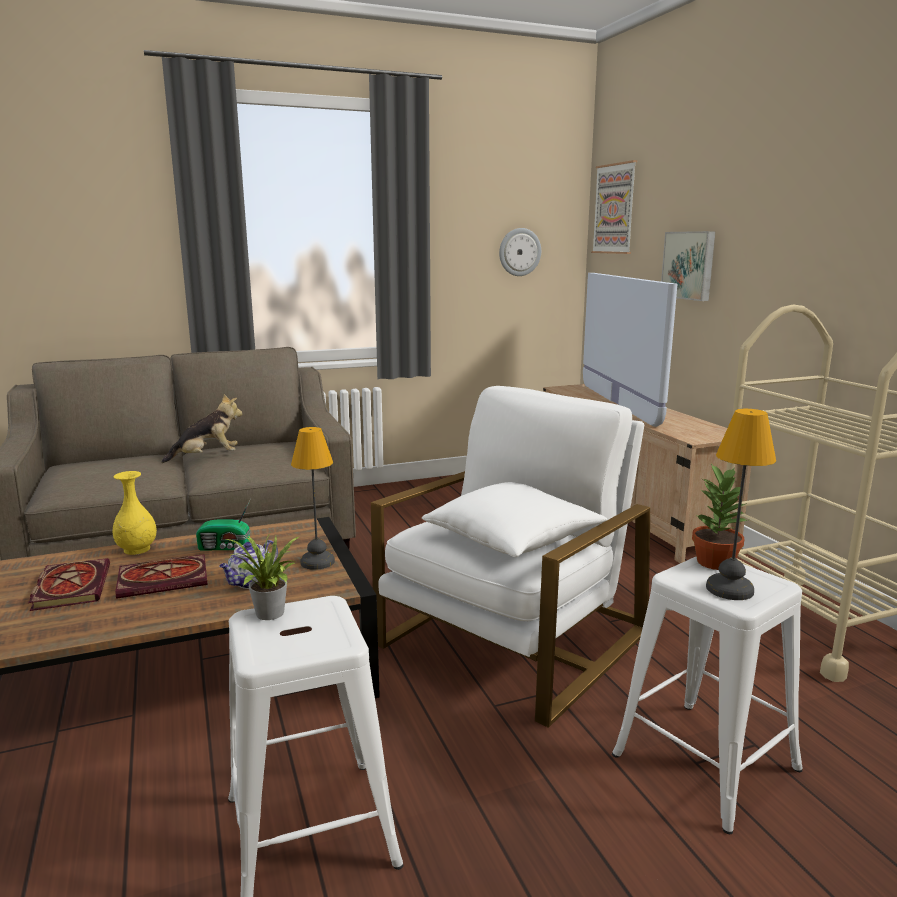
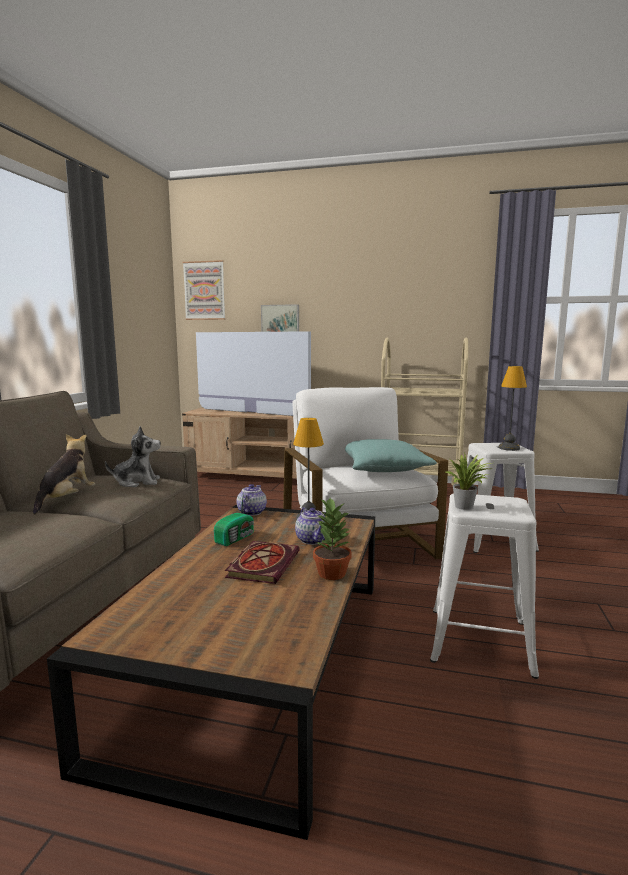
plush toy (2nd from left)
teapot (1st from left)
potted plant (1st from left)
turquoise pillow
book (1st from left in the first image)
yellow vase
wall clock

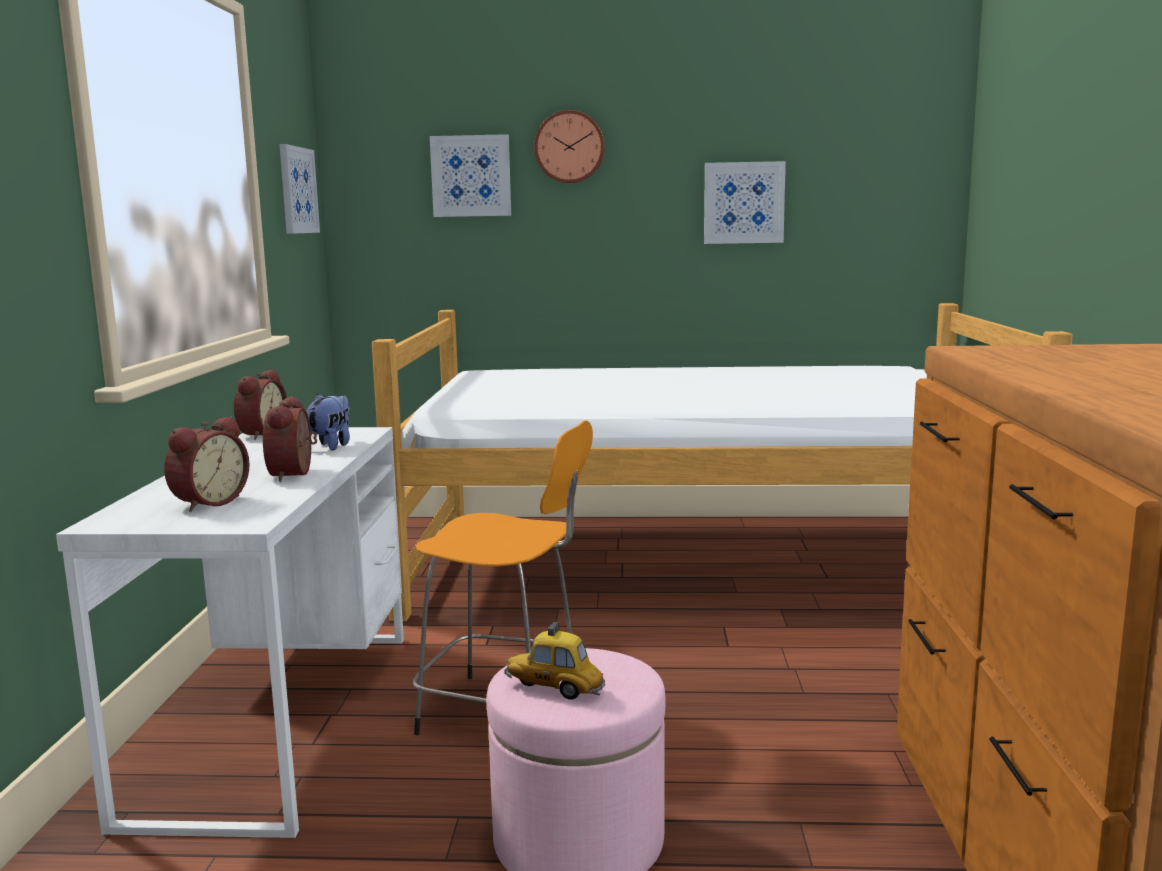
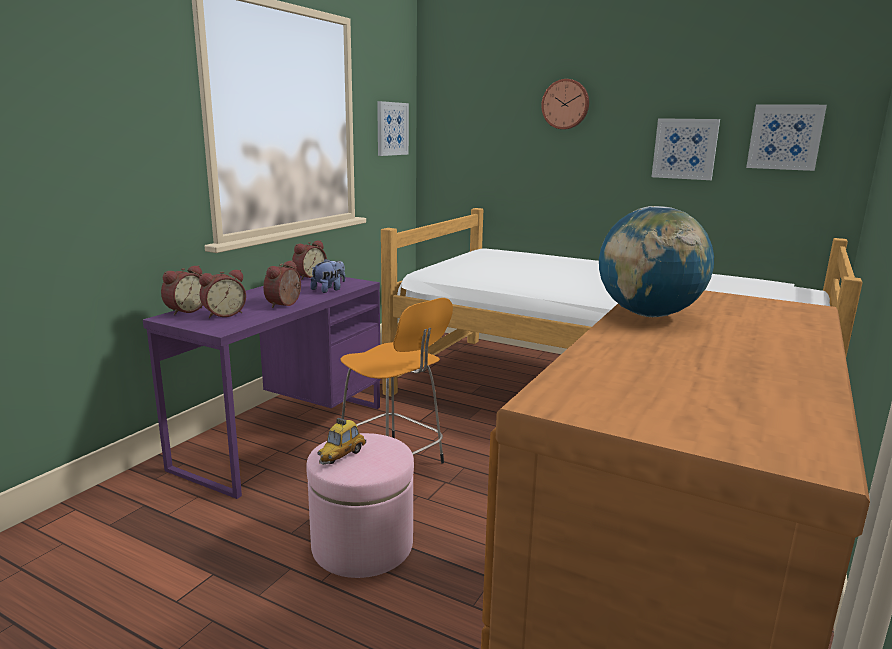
purple desk
alarm clock (1st from left)
toy car
globe
picture (3rd from left)

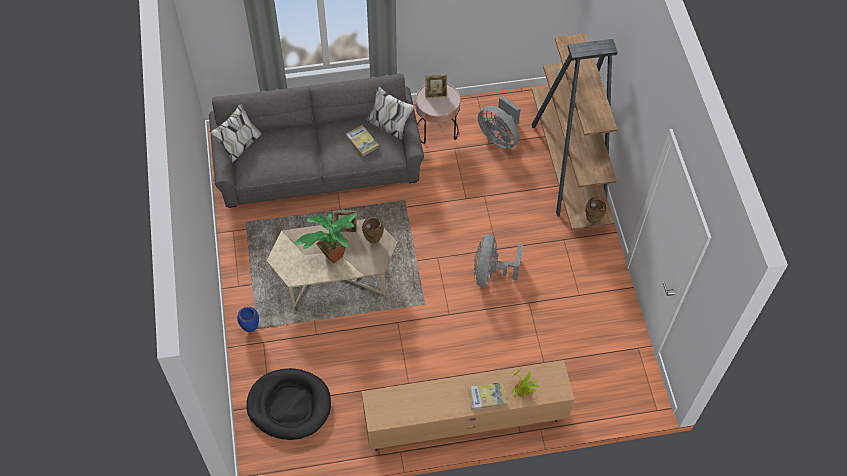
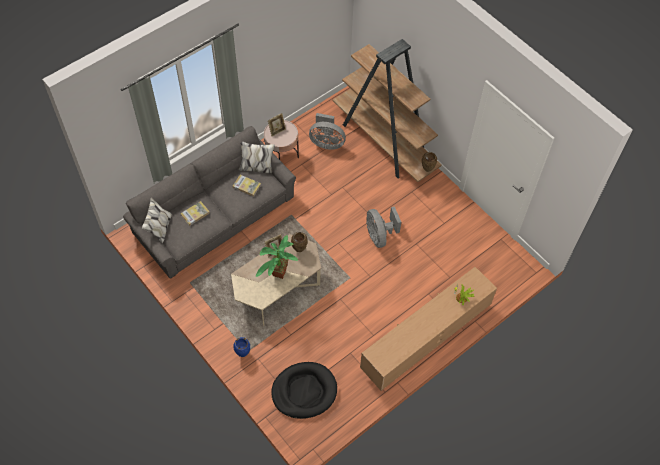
book (1st from left)

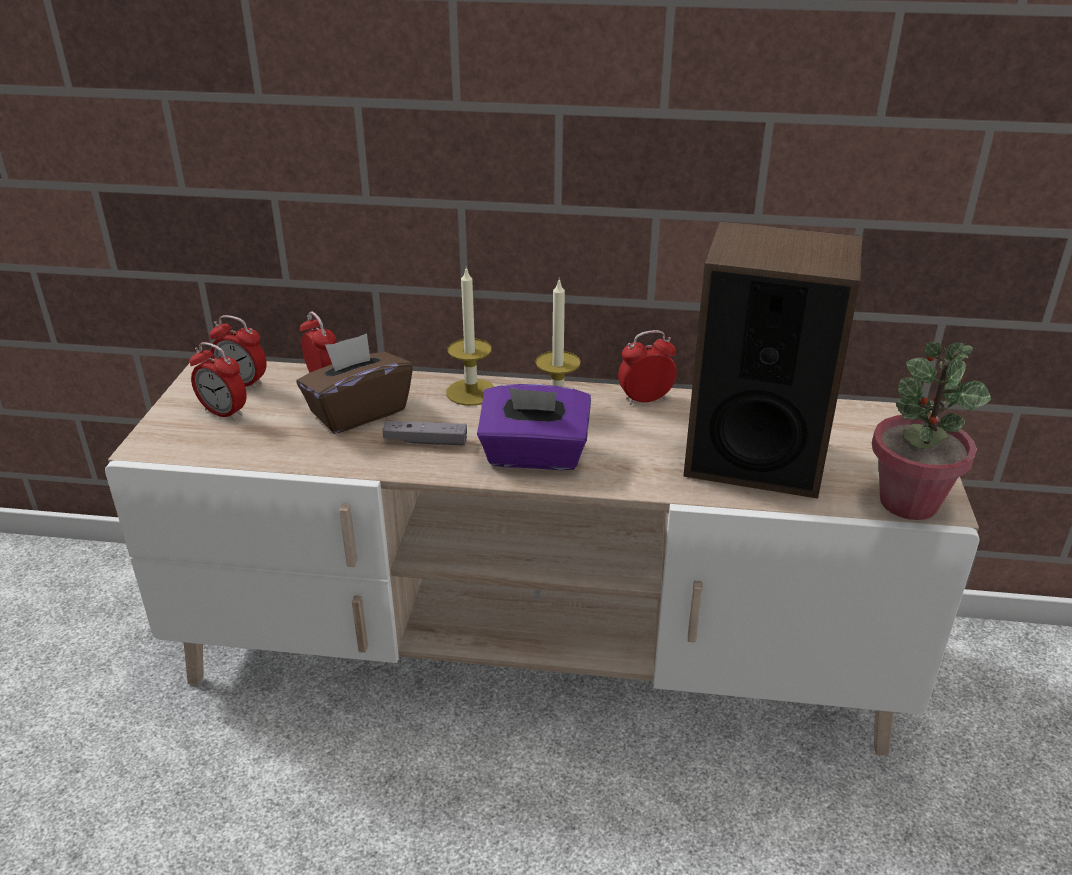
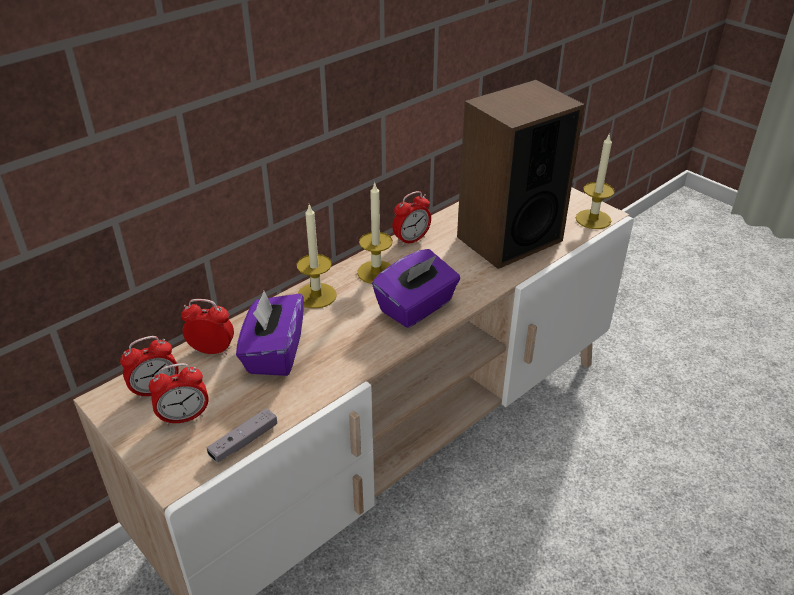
grey game controller
purple tissue box (1st from left)
alarm clock (4th from left)
candle (3rd from left)

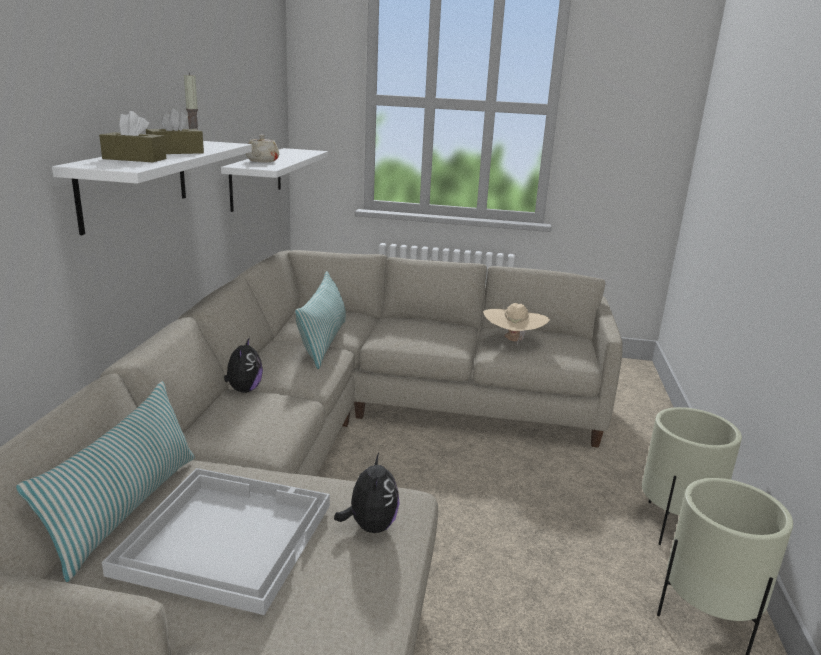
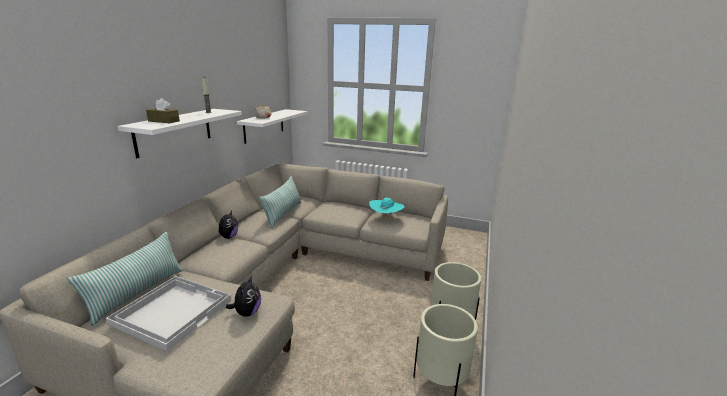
turquoise hat
brown tissue box (2nd from left in the first image)

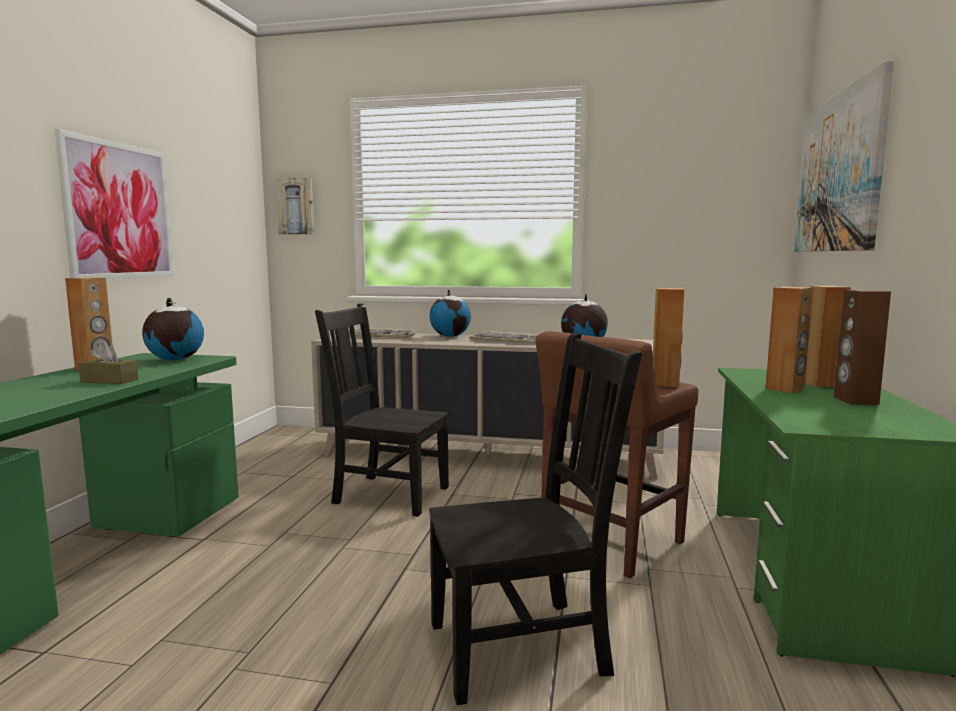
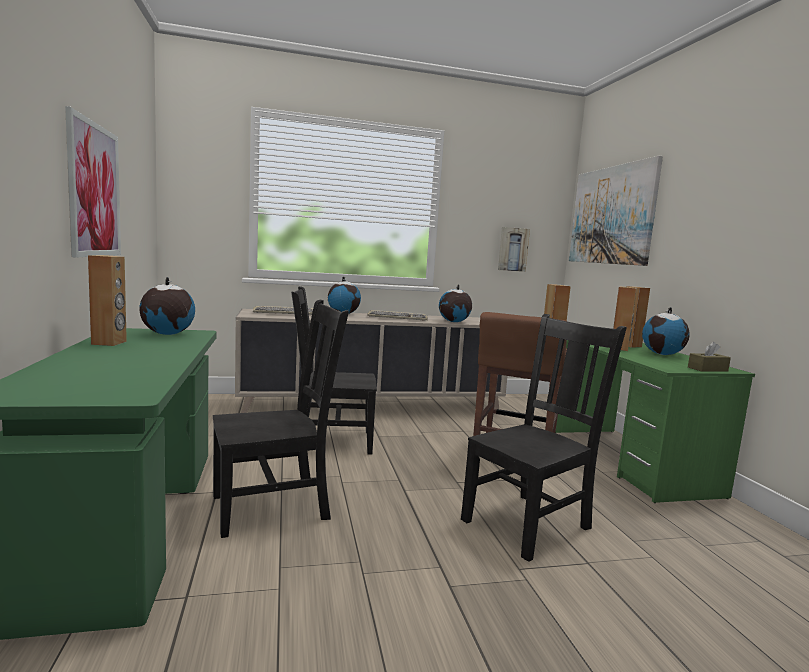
black chair (1st from left)
picture (2nd from left)
globe (4th from left)
brown tissue box

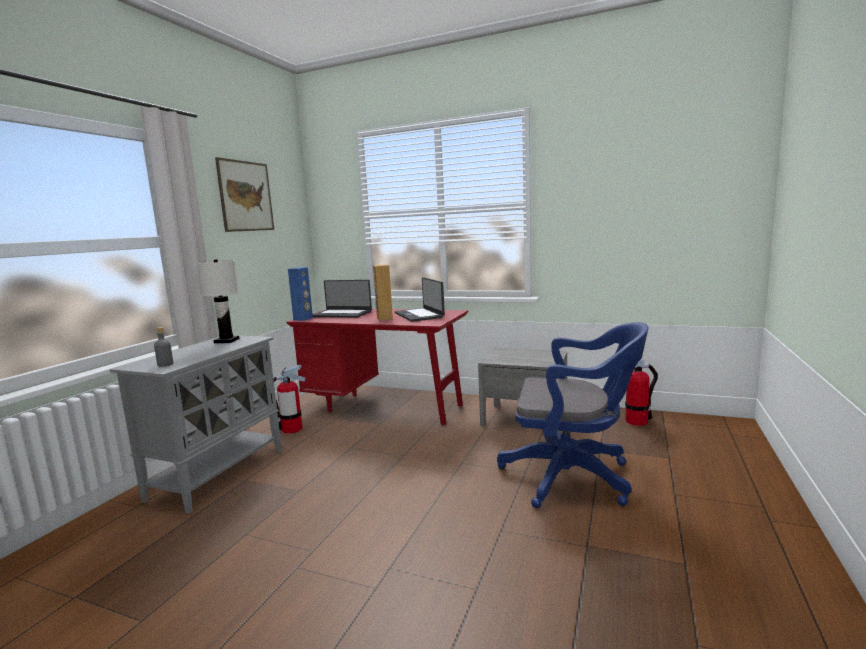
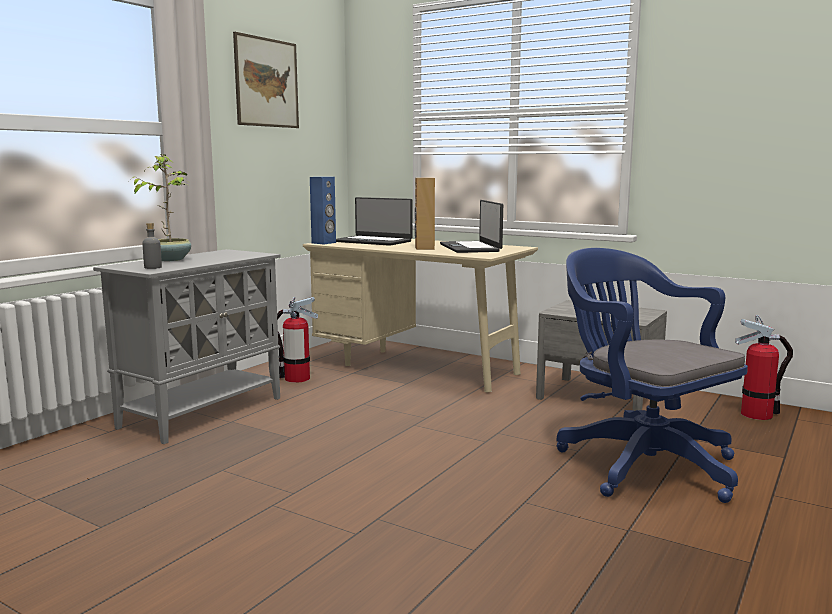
potted plant
beige desk
blue office chair
white table lamp

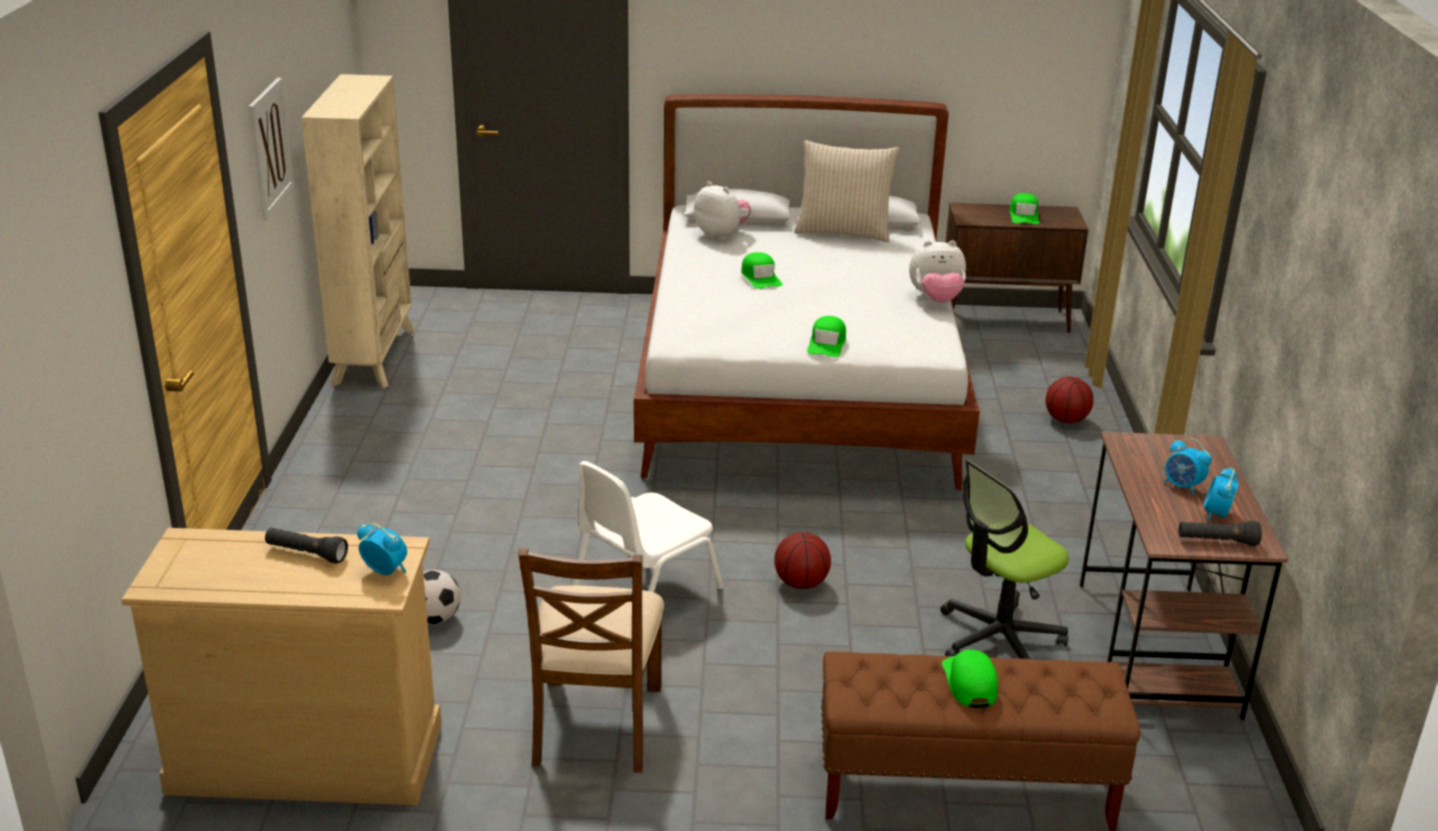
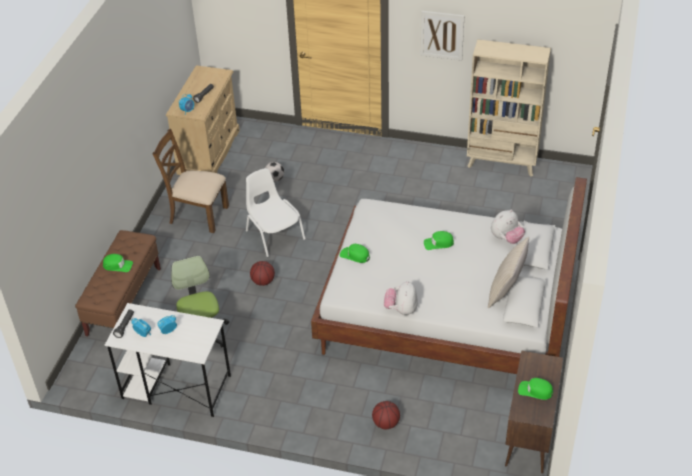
white desk

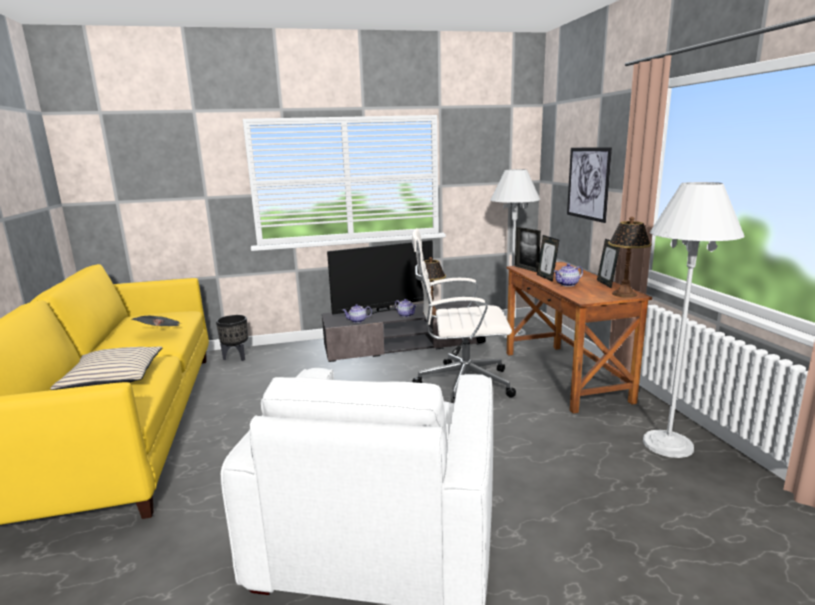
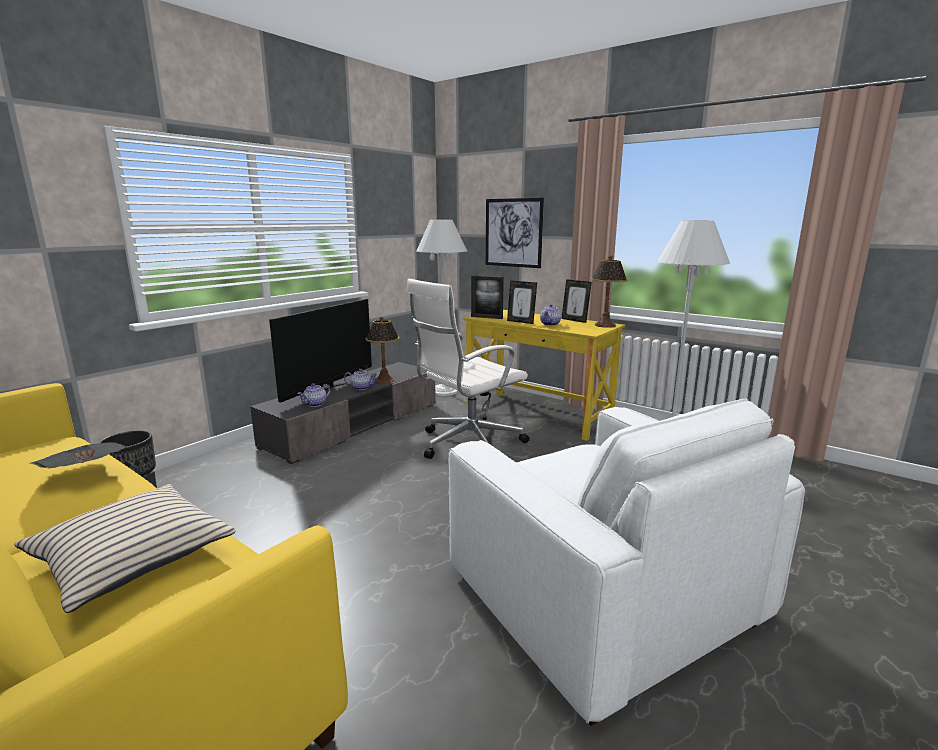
yellow desk

